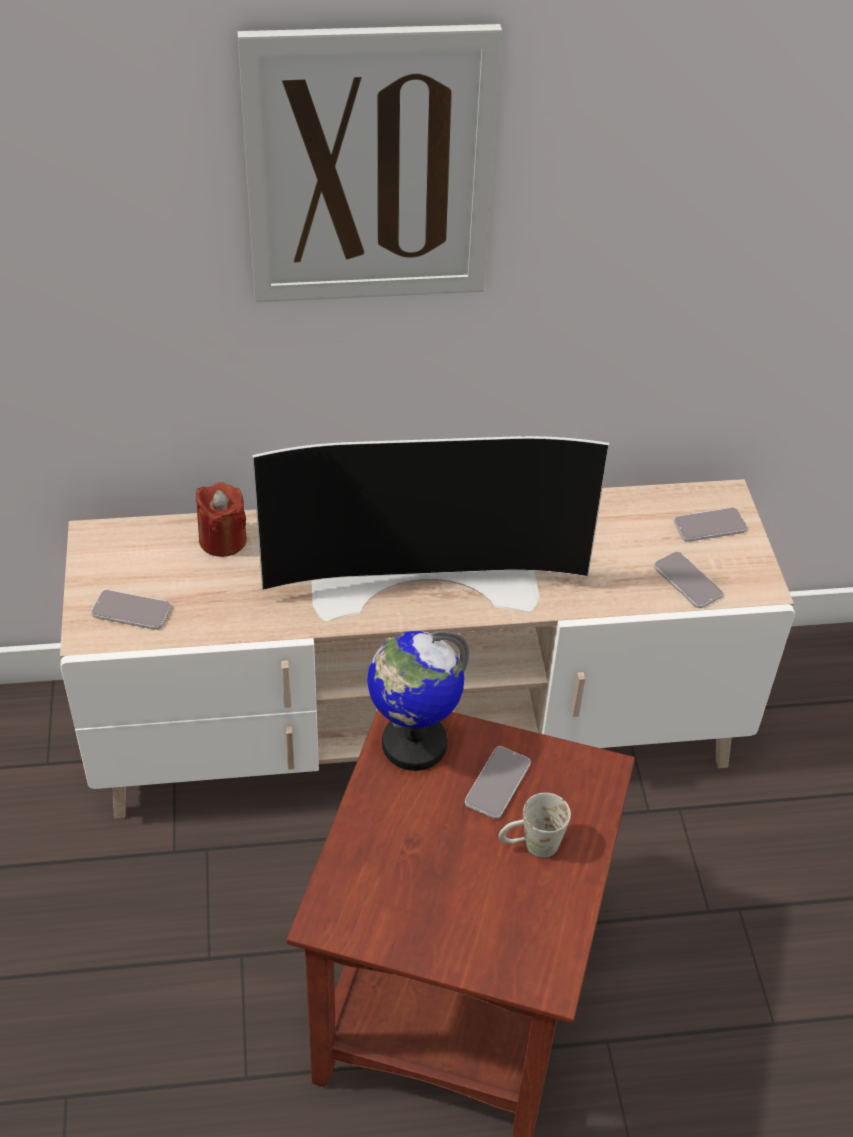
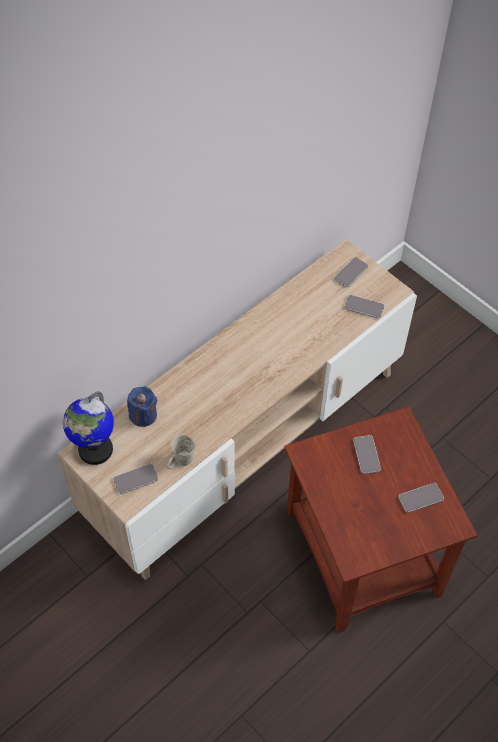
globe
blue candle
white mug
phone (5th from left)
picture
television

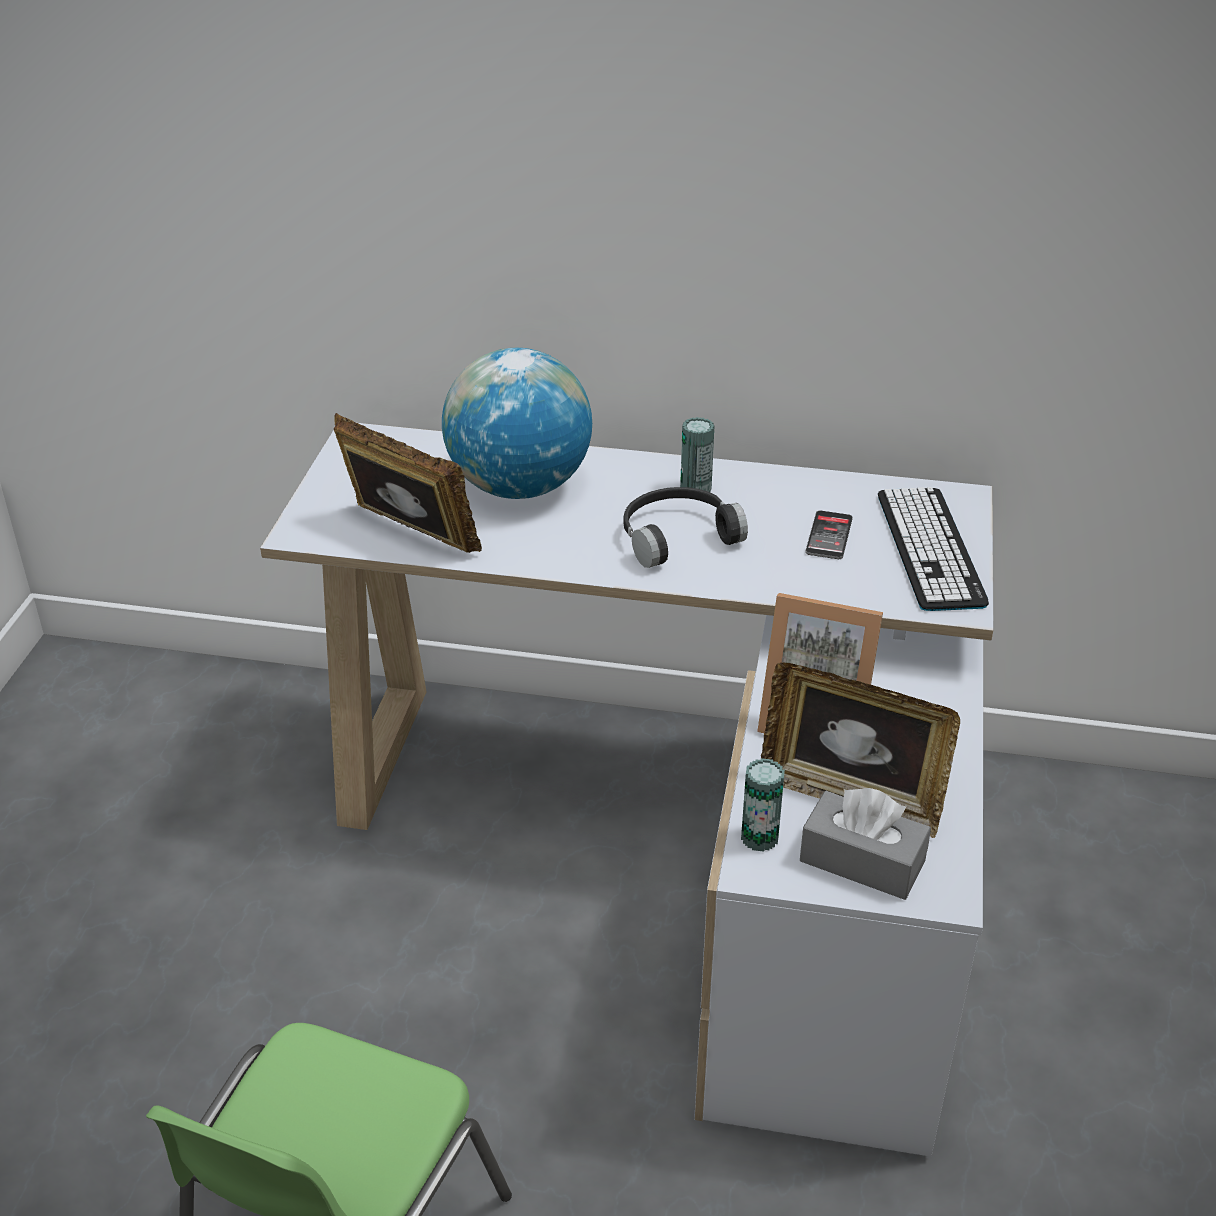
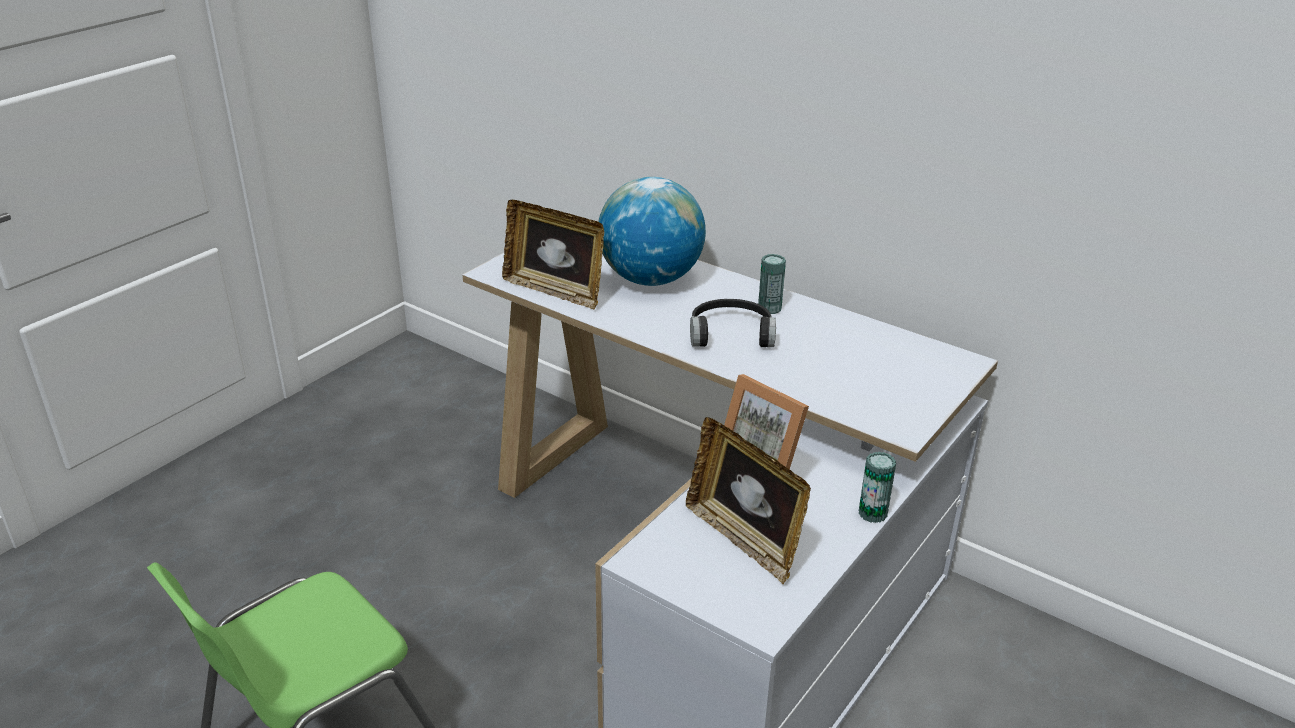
picture frame (1st from left)
can (2nd from left)
grey tissue box
phone
keyboard

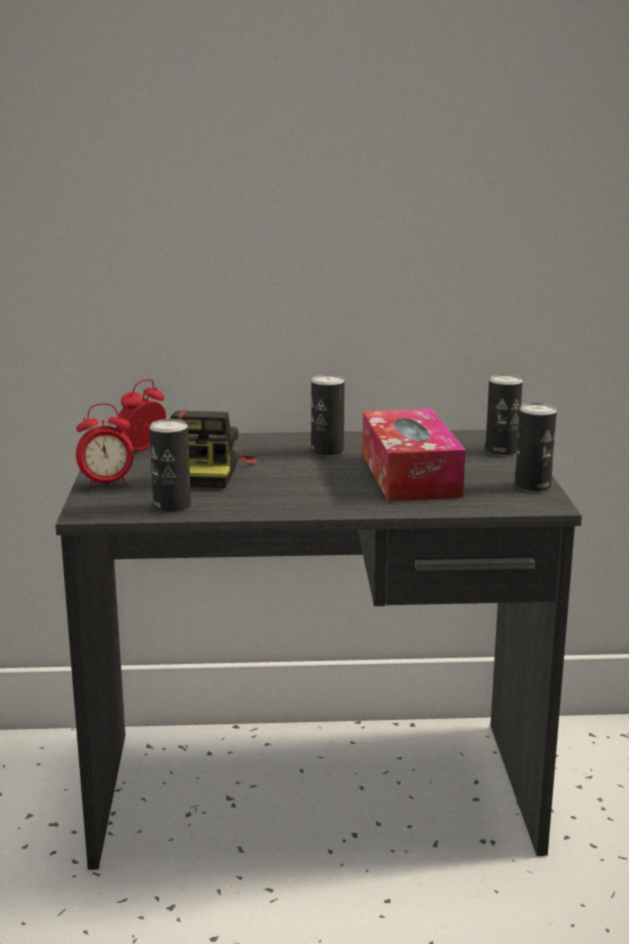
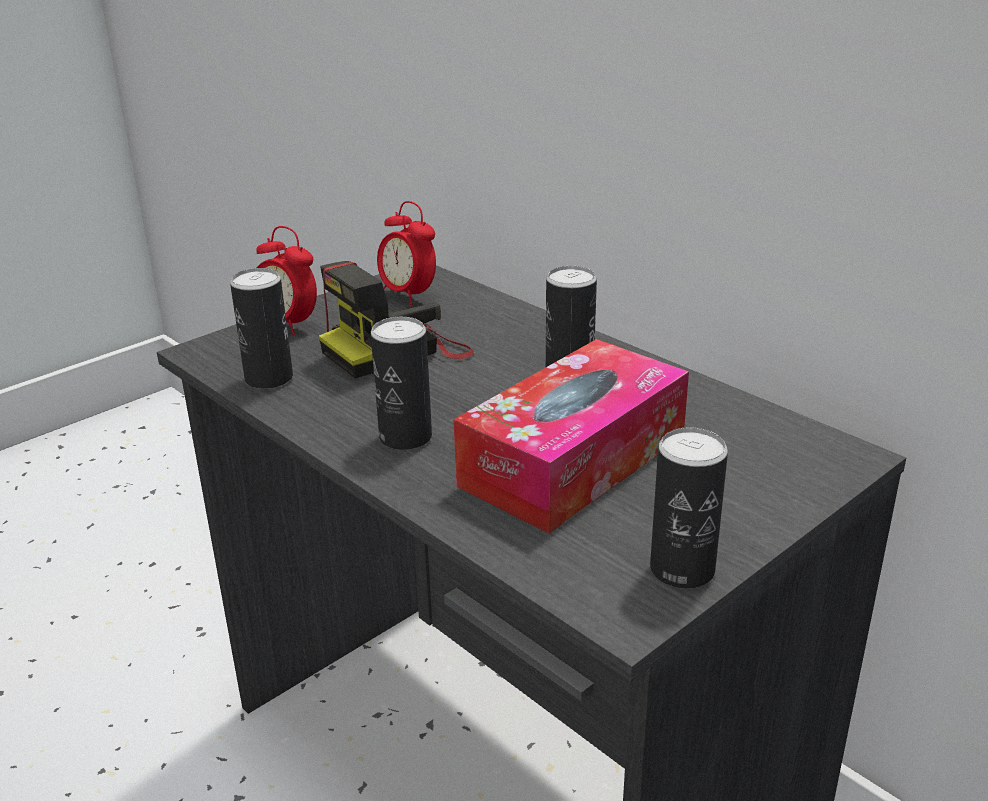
can (2nd from left)
alarm clock (2nd from left)

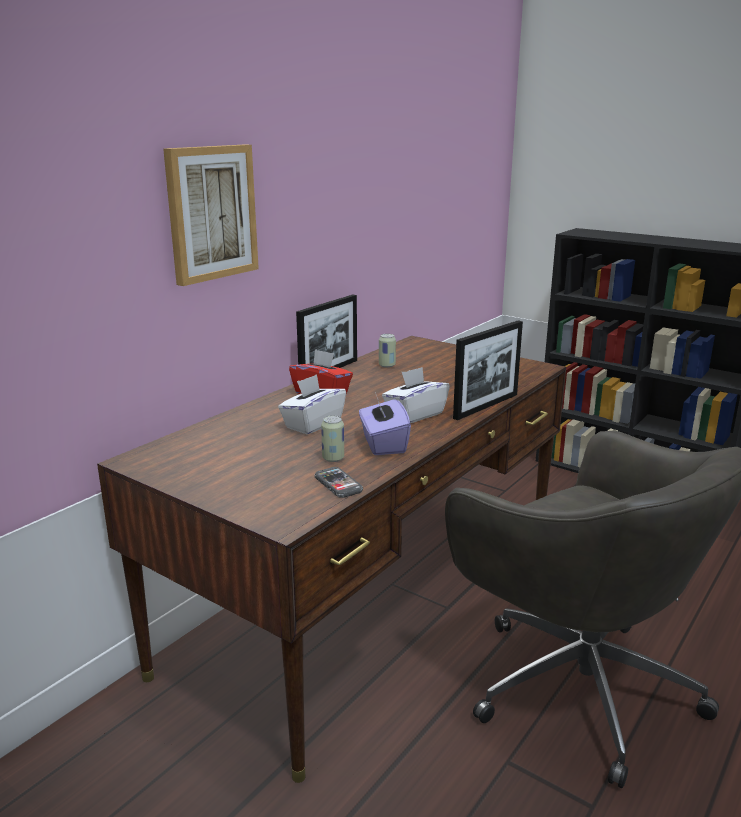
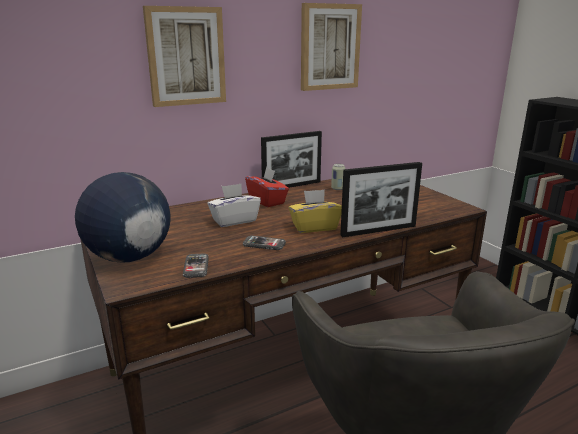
globe
phone (2nd from left)
yellow tissue box
picture (2nd from left)
can (1st from left in the first image)

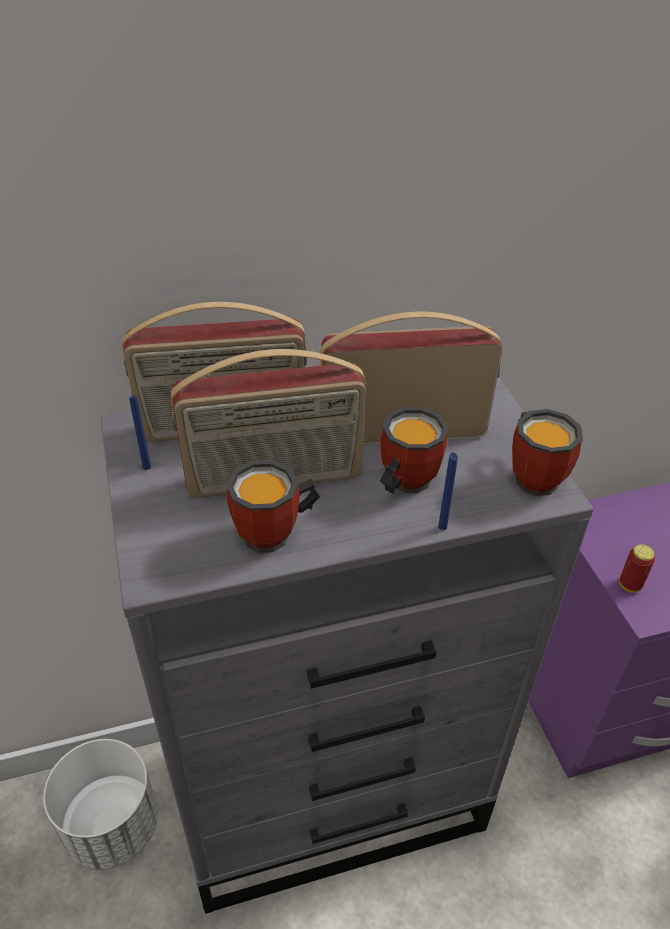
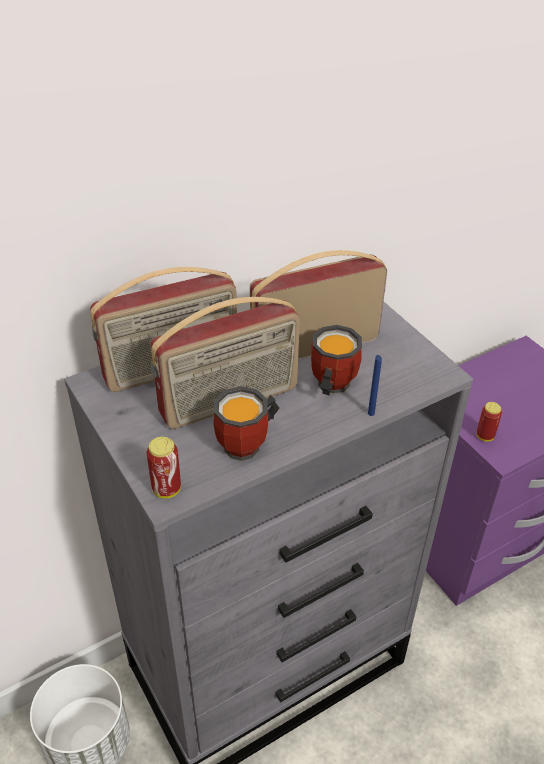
can (1st from left)
blue candle (1st from left in the first image)
mug (3rd from left in the first image)

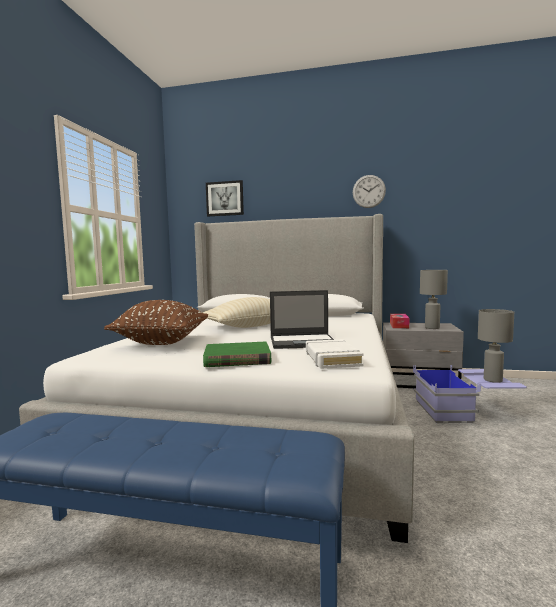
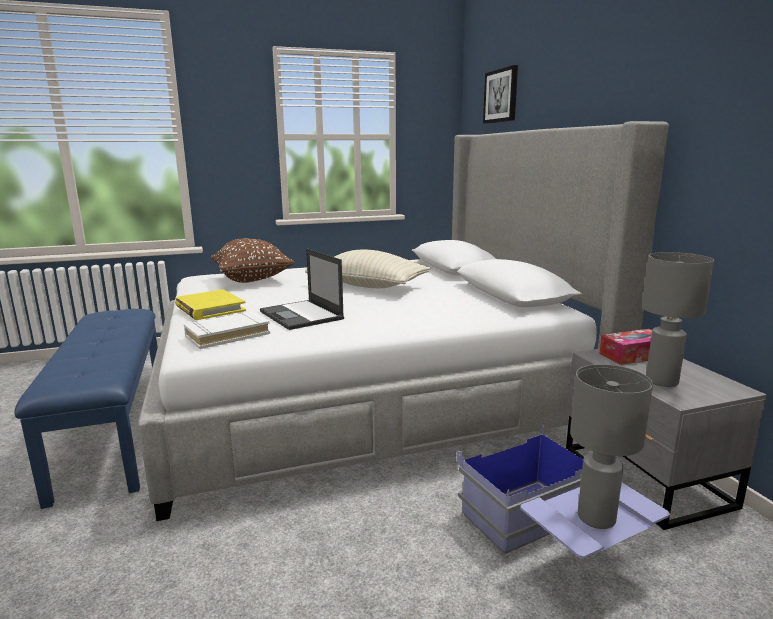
yellow book
wall clock

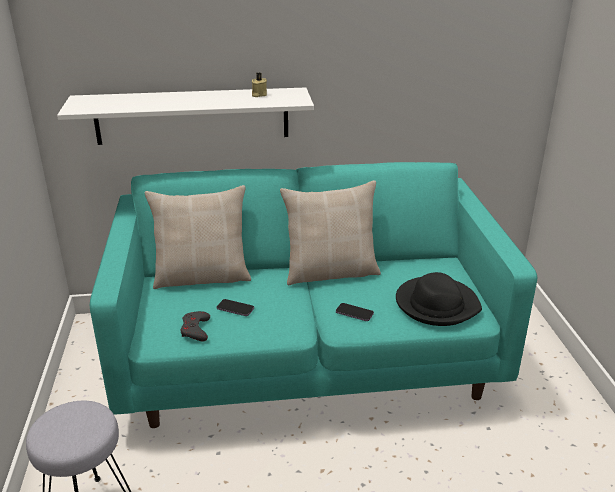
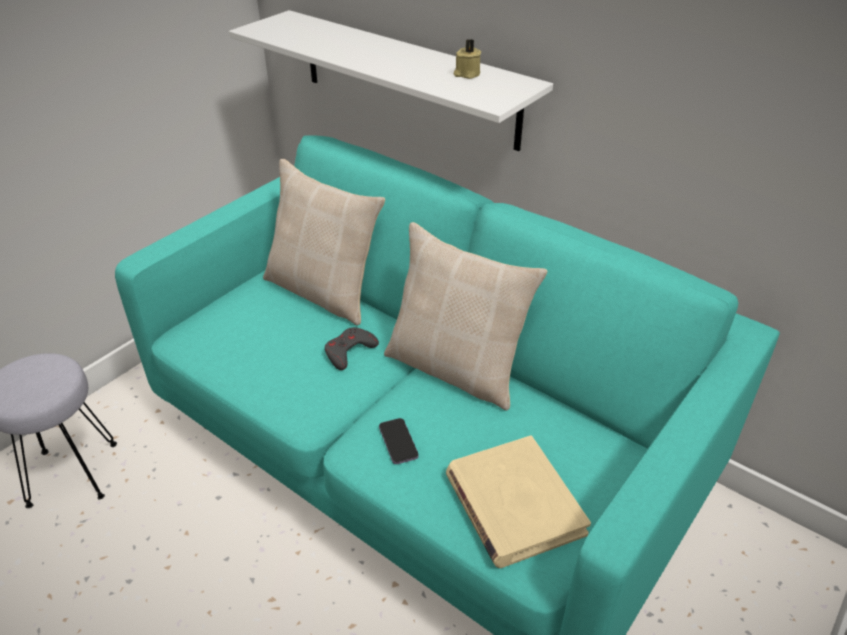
grey game controller
beige book
phone (1st from left in the first image)

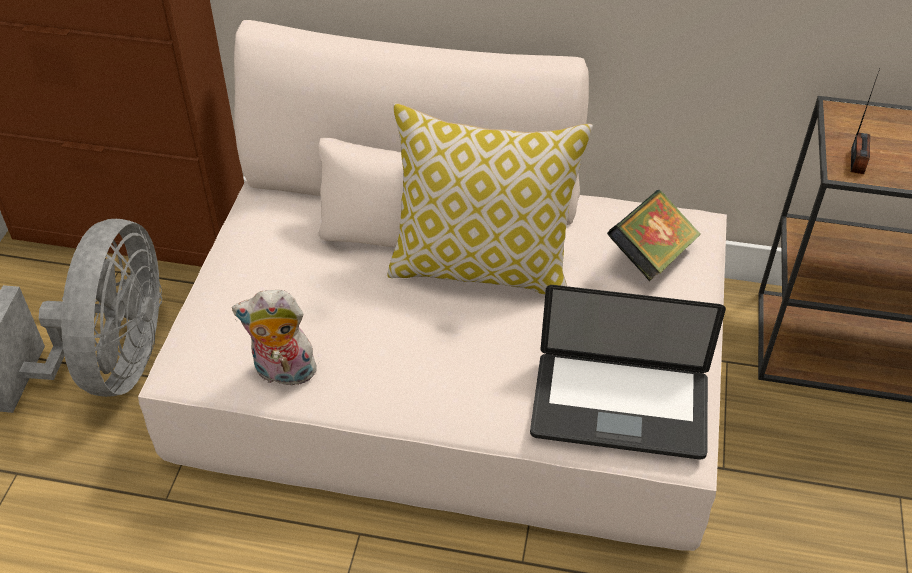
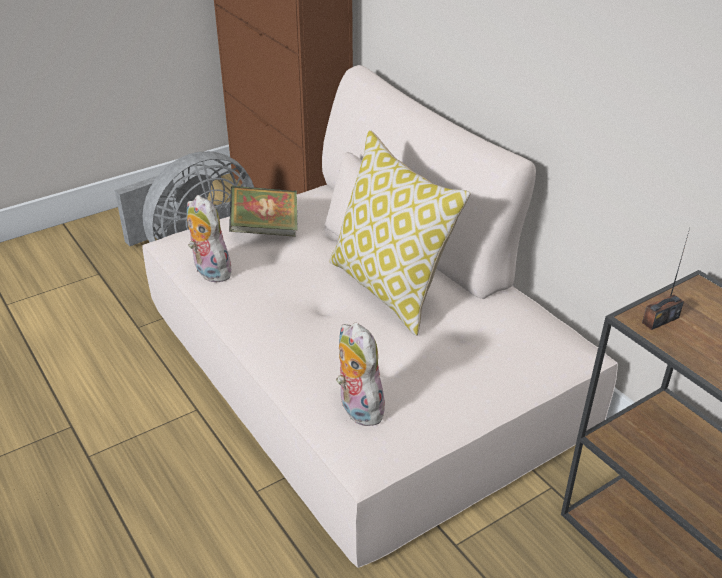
book
plush toy (2nd from left)

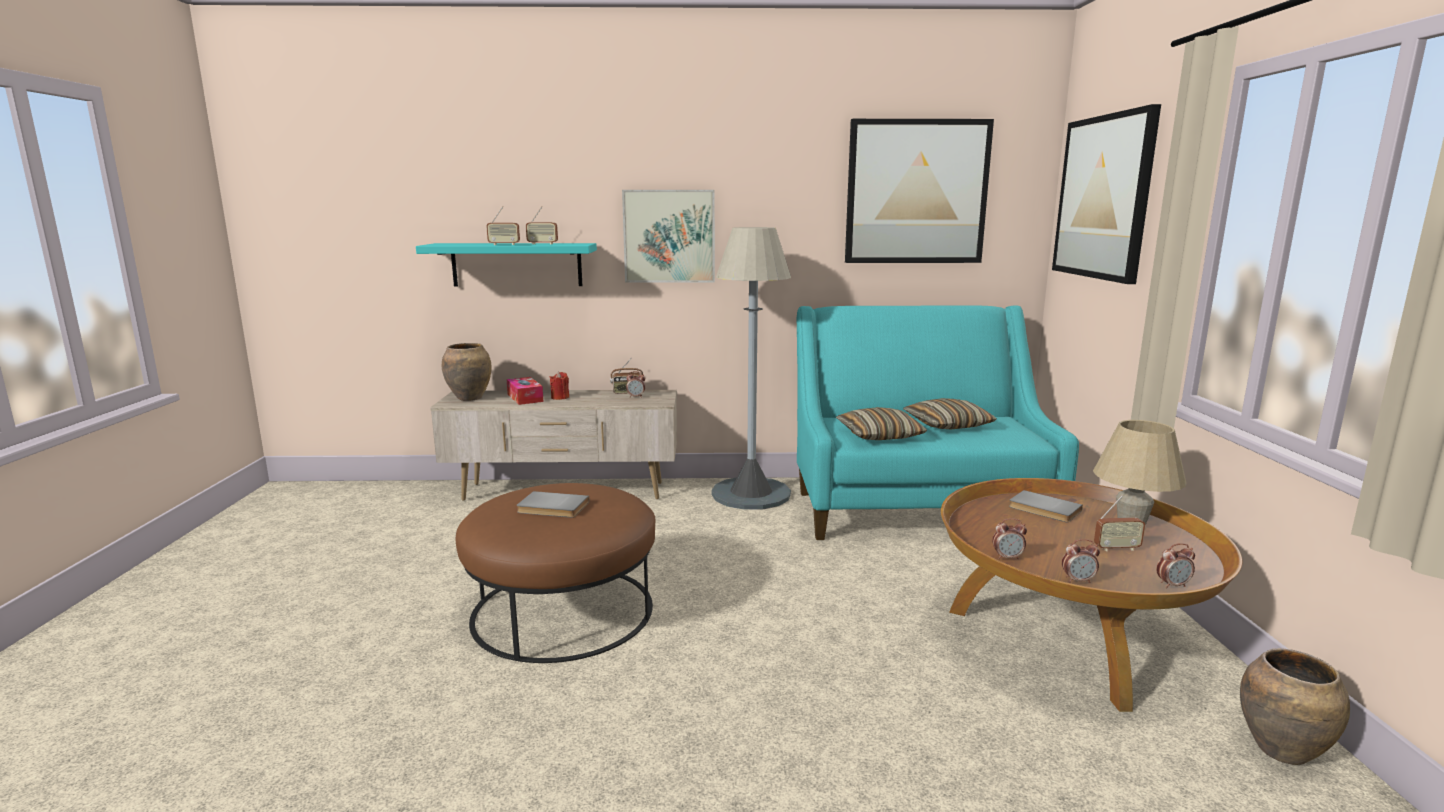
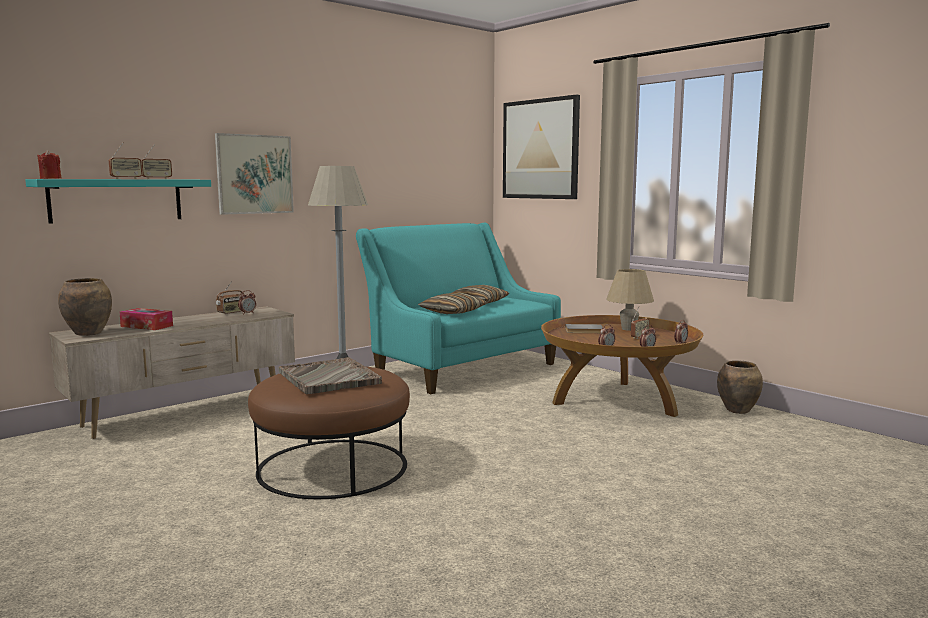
red candle
grey tray
picture (2nd from left in the first image)

